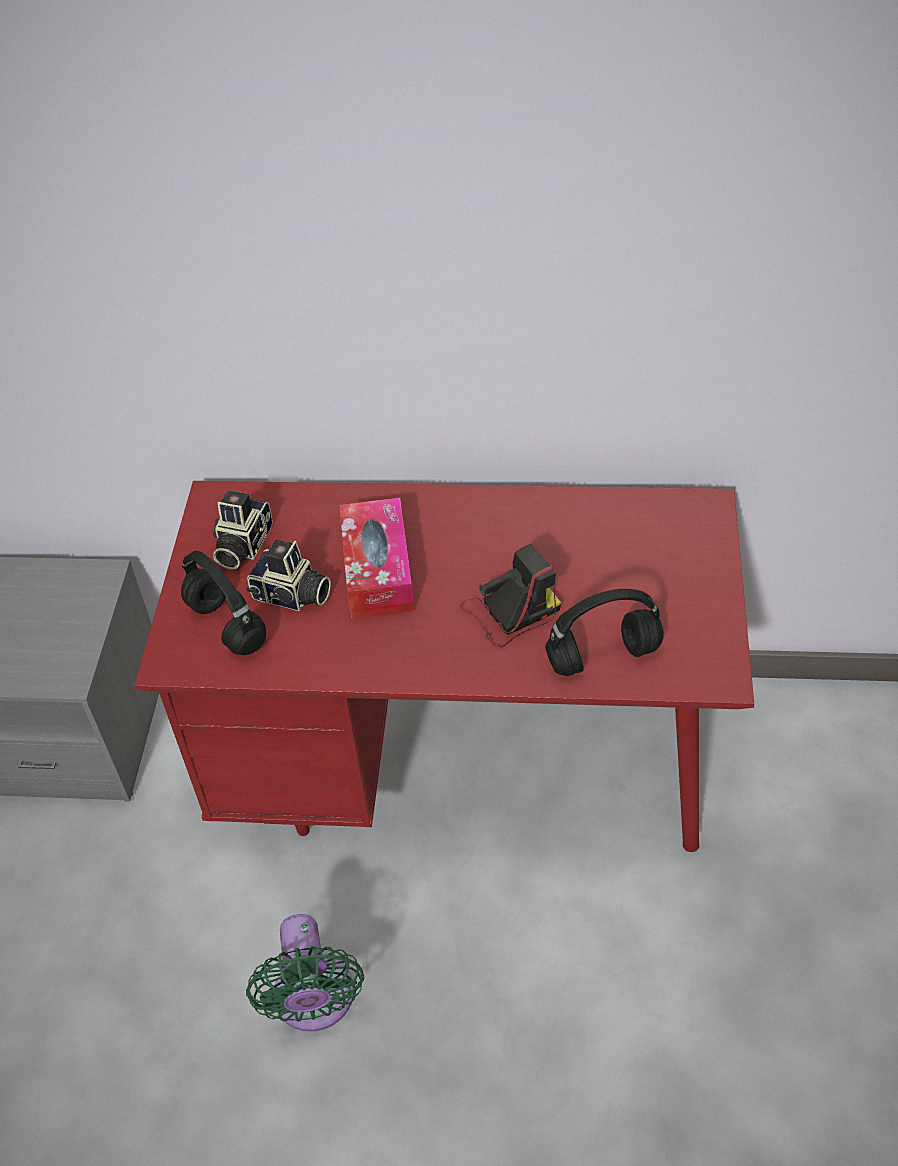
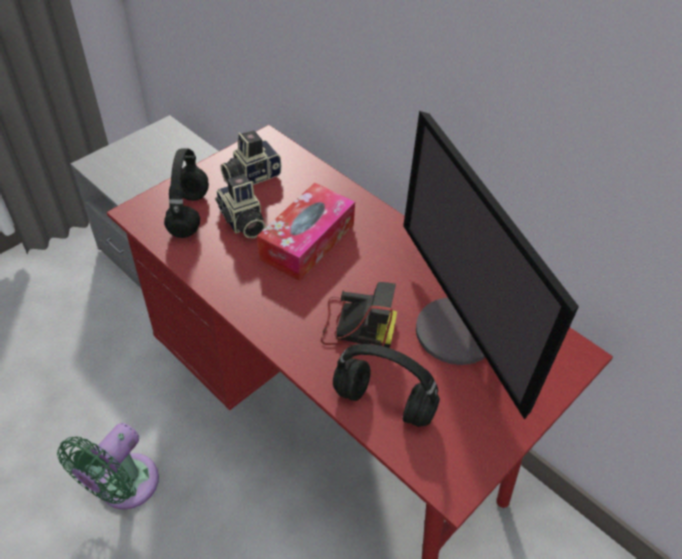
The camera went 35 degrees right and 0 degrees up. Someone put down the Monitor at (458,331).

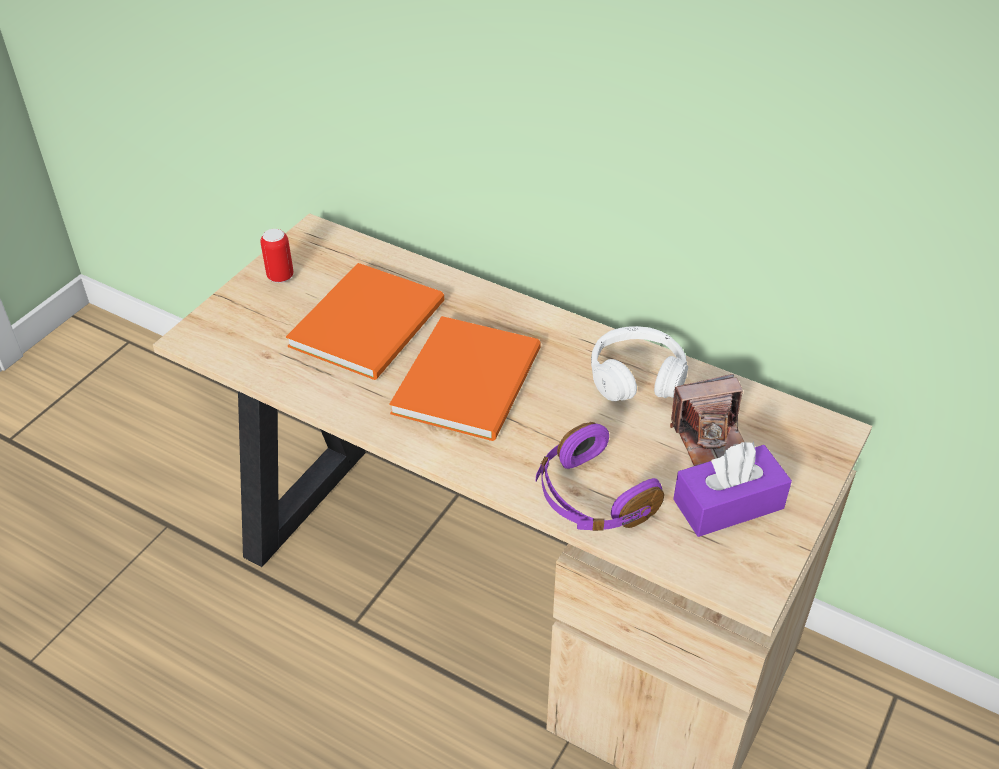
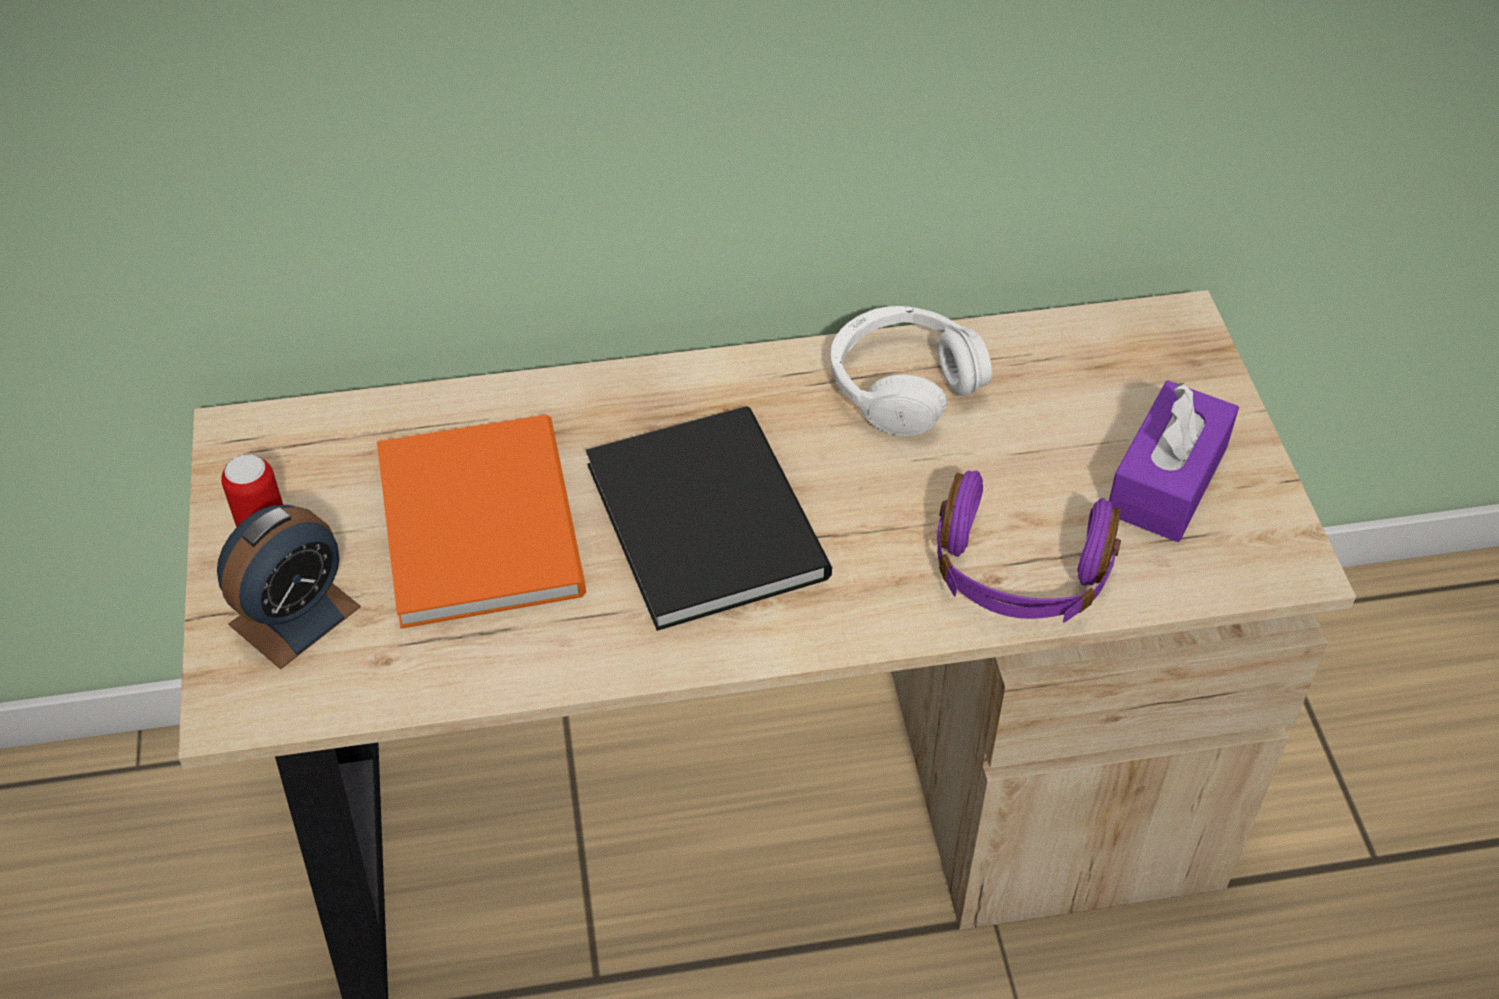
The camera went 40 degrees left and 5 degrees up. Someone repainted the OrangeBook at (472,379), which became the BlackBook at (709,513). Someone took away the PhotoCamera at (710,437). Someone put down the AlarmClock at (295,615).

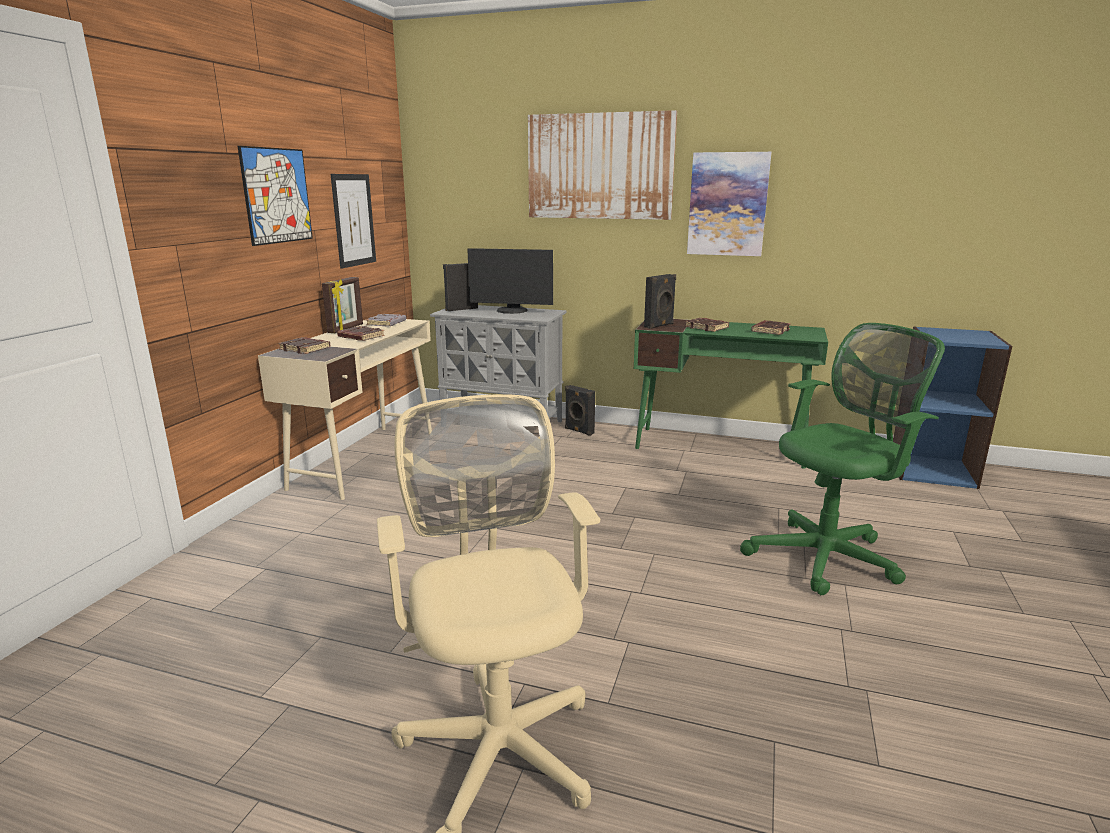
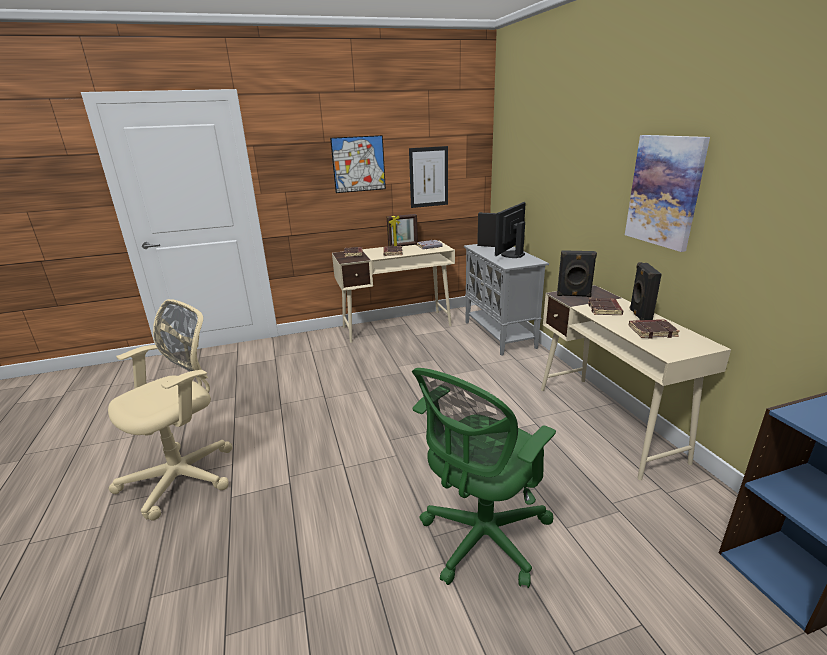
The camera went 55 degrees right and 5 degrees up. Someone rotated the Monitor at (511,311) by 60 degrees clockwise. Someone took away the Picture at (599,166). Someone carried the BlackSpeaker from (578,431) to (639,316). Someone repainted the GreenDesk at (720,447), which became the BeigeDesk at (607,422). Someone rotated the GreenOfficeChair at (828,556) by 105 degrees clockwise.

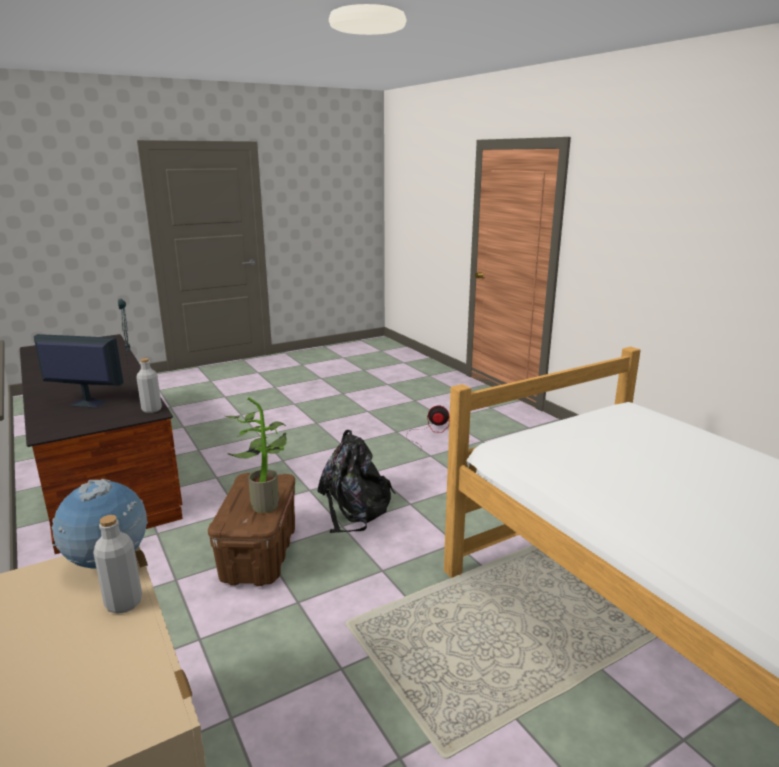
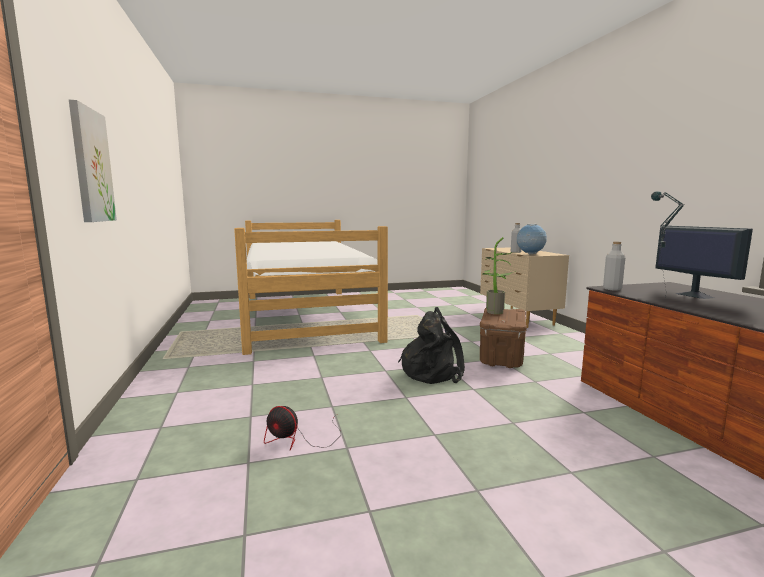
The camera went 165 degrees left and 10 degrees down. Someone rotated the Monitor at (87,403) by 135 degrees counterclockwise. Someone put up the Picture at (91,166).

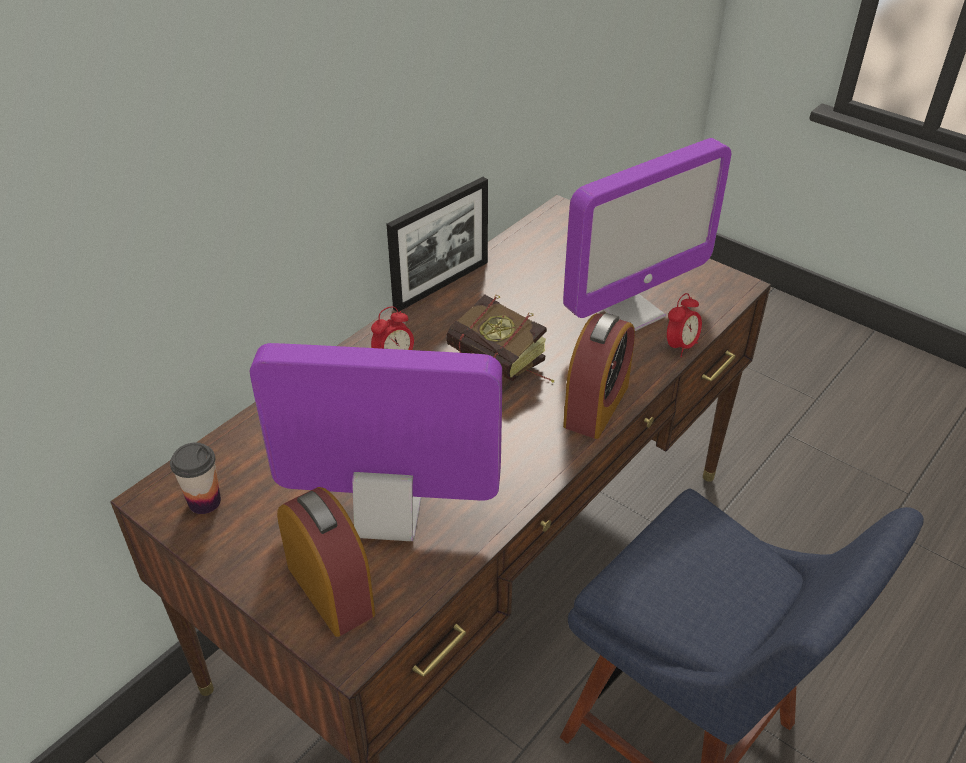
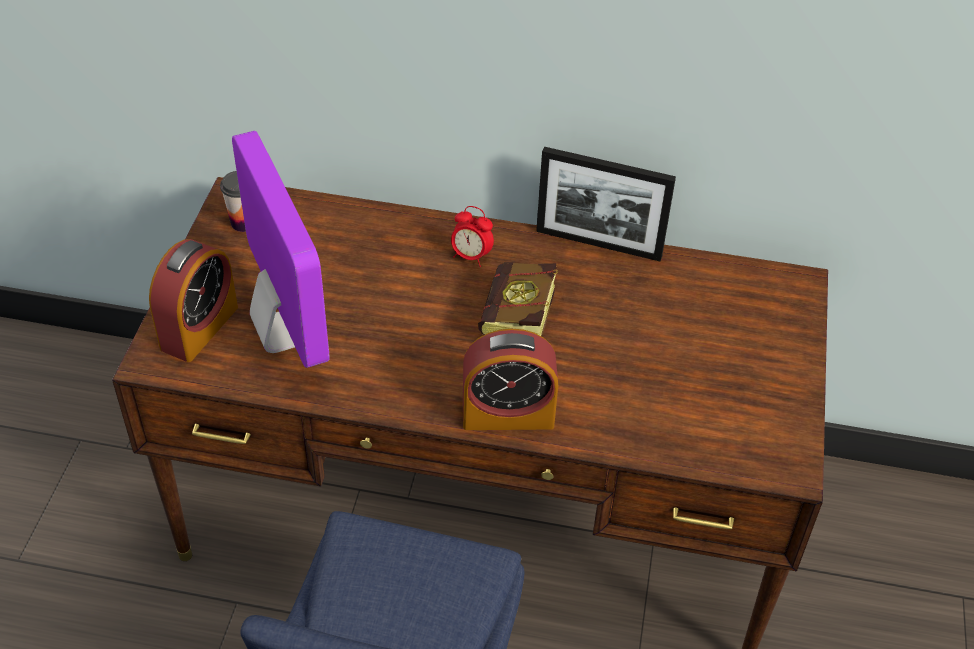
The camera went 60 degrees right and 5 degrees up. Someone took away the Monitor at (631,312). Someone took away the AlarmClock at (680,346).

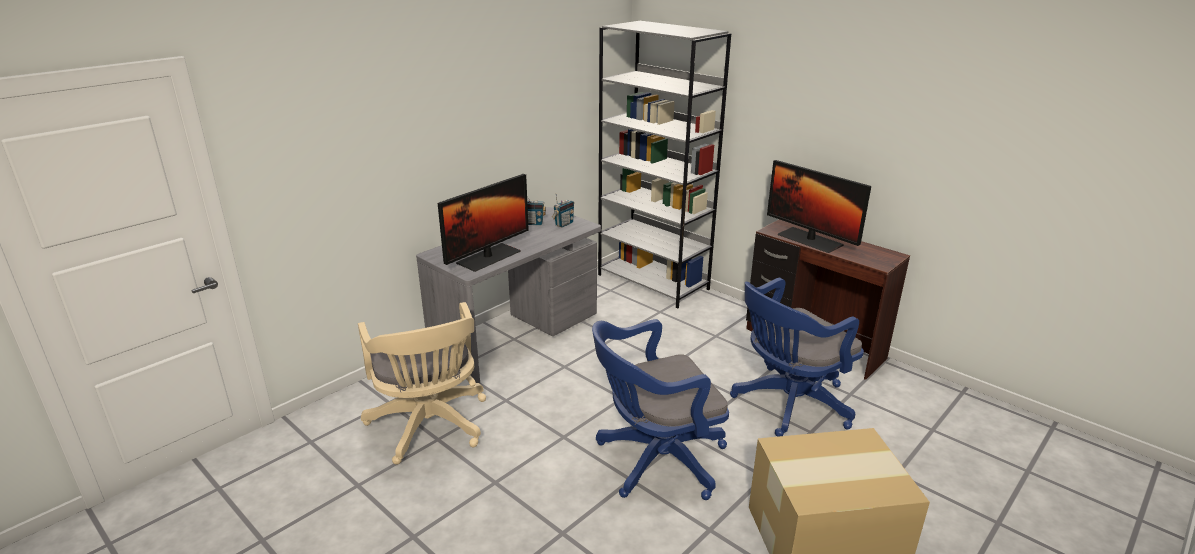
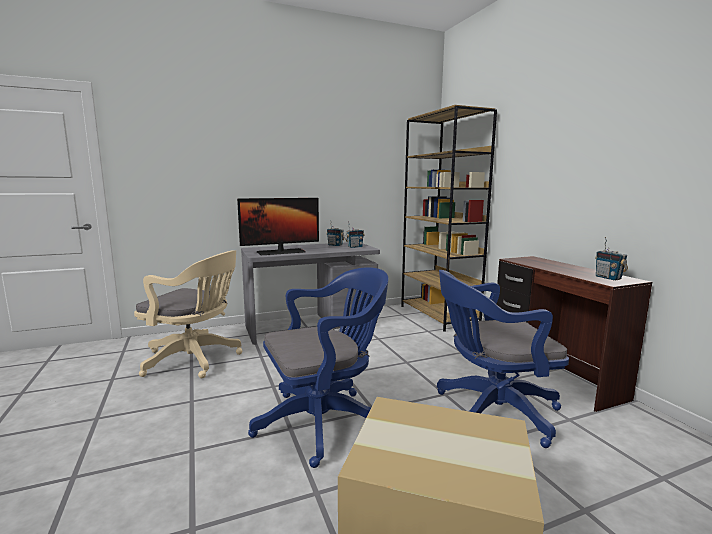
The camera went 25 degrees right and 15 degrees down. Someone rotated the BeigeOfficeChair at (430,428) by 75 degrees counterclockwise. Someone rotated the BlueOfficeChair at (655,461) by 150 degrees clockwise. Someone repainted the GreyBookcase at (653,282), which became the BrownBookcase at (439,315). Someone took away the Monitor at (809,240). Someone put down the Radio at (608,278).

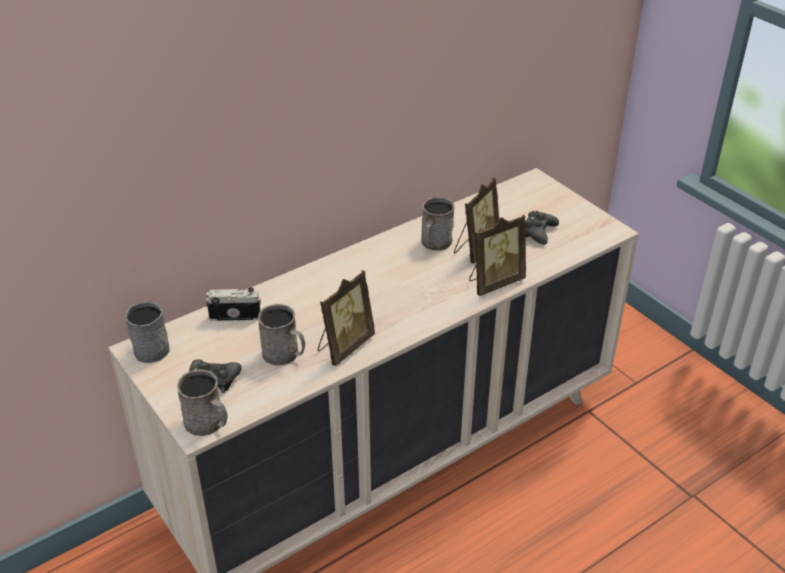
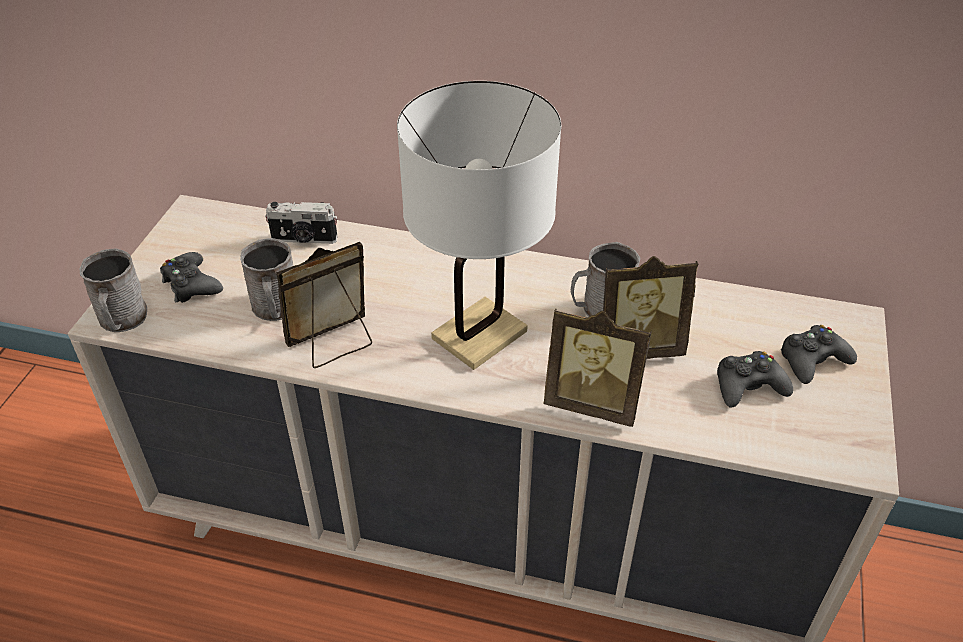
The camera went 50 degrees right and 5 degrees up. Someone took away the GreyMug at (150,347). Someone rotated the PhotoCamera at (235,315) by 135 degrees clockwise. Someone rotated the PictureFrame at (344,346) by 150 degrees clockwise. Someone put down the WhiteTableLamp at (479,334). Someone put down the BlackGameController at (812,360).

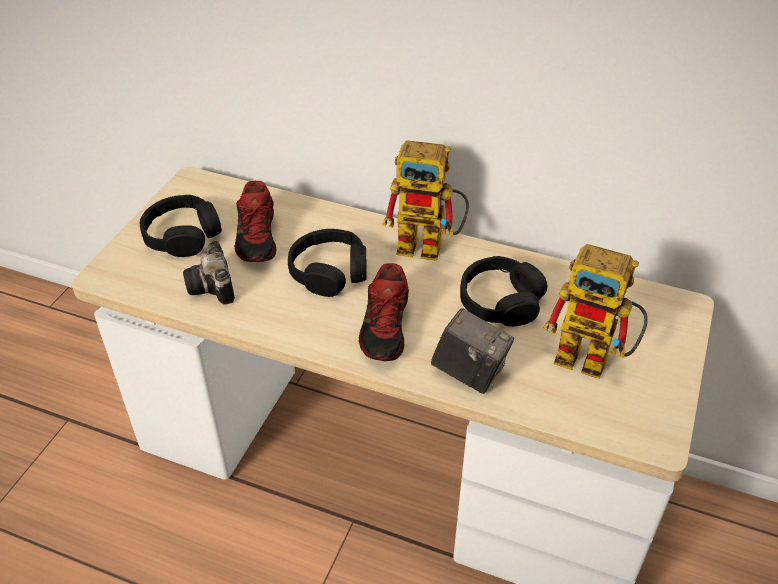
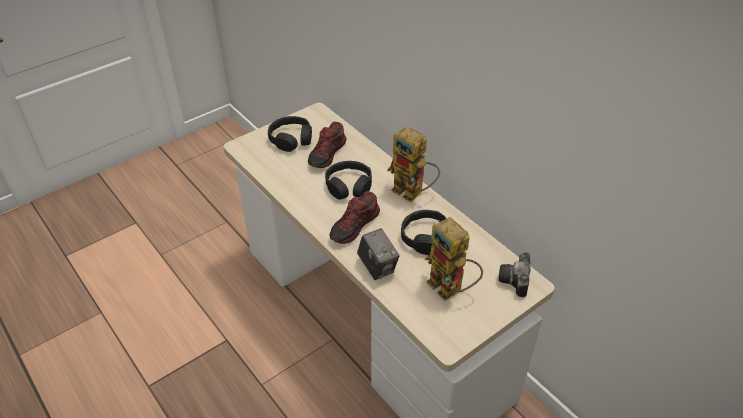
The camera went 30 degrees right and 0 degrees up. Someone carried the PhotoCamera from (214,287) to (515,281).

